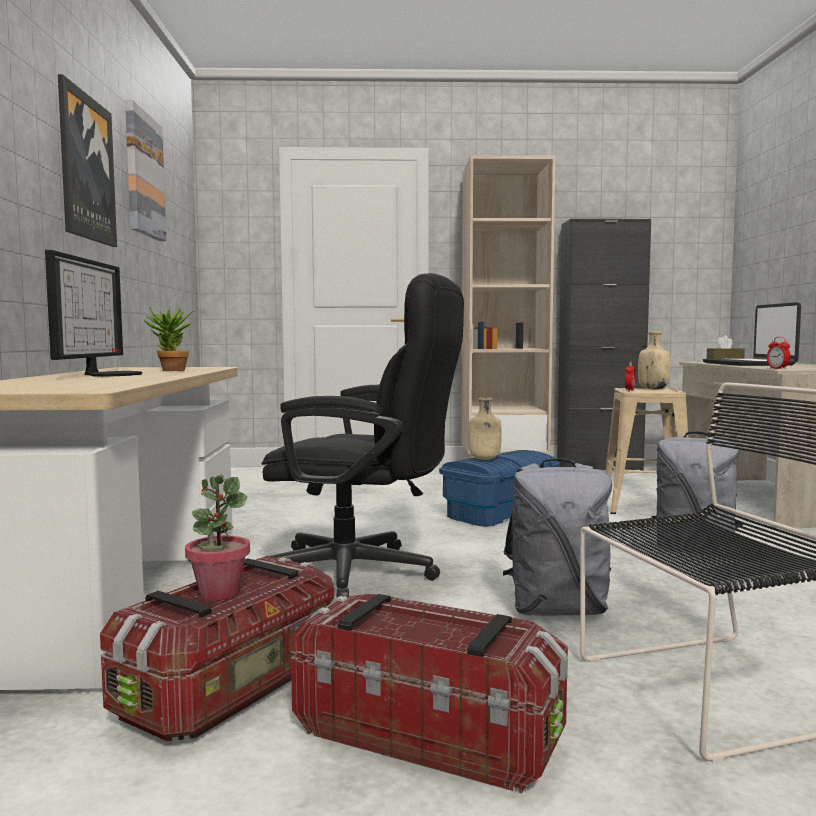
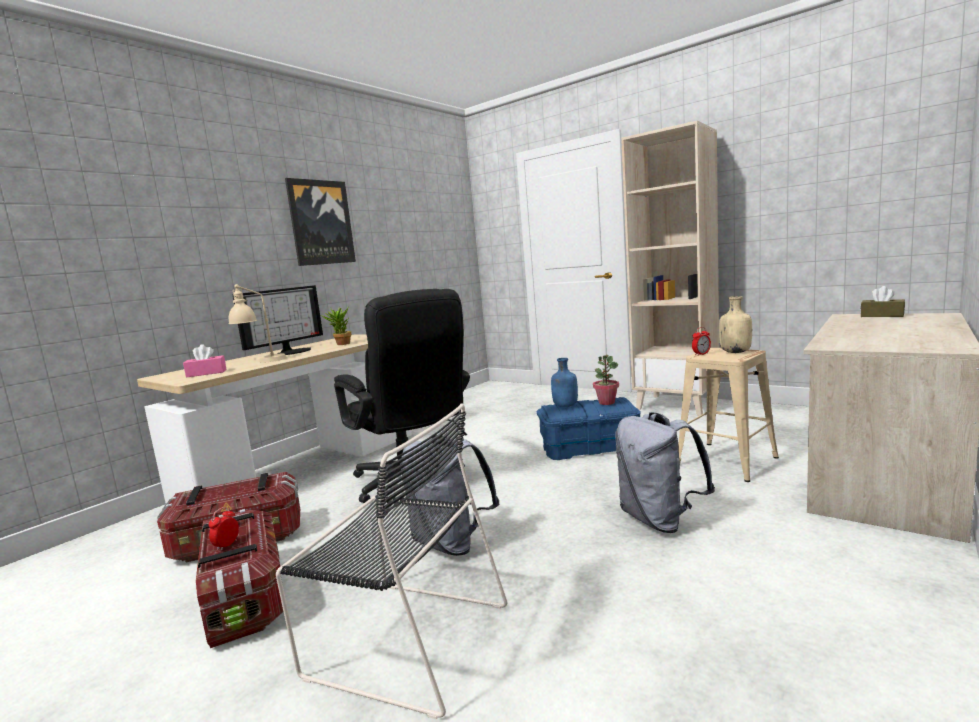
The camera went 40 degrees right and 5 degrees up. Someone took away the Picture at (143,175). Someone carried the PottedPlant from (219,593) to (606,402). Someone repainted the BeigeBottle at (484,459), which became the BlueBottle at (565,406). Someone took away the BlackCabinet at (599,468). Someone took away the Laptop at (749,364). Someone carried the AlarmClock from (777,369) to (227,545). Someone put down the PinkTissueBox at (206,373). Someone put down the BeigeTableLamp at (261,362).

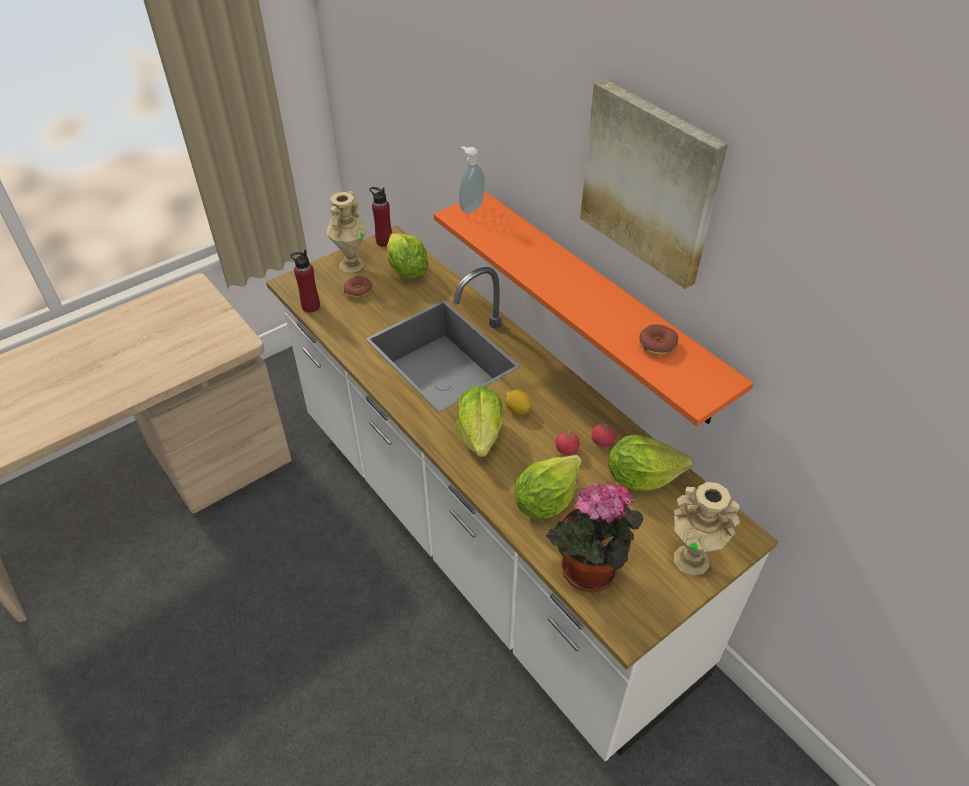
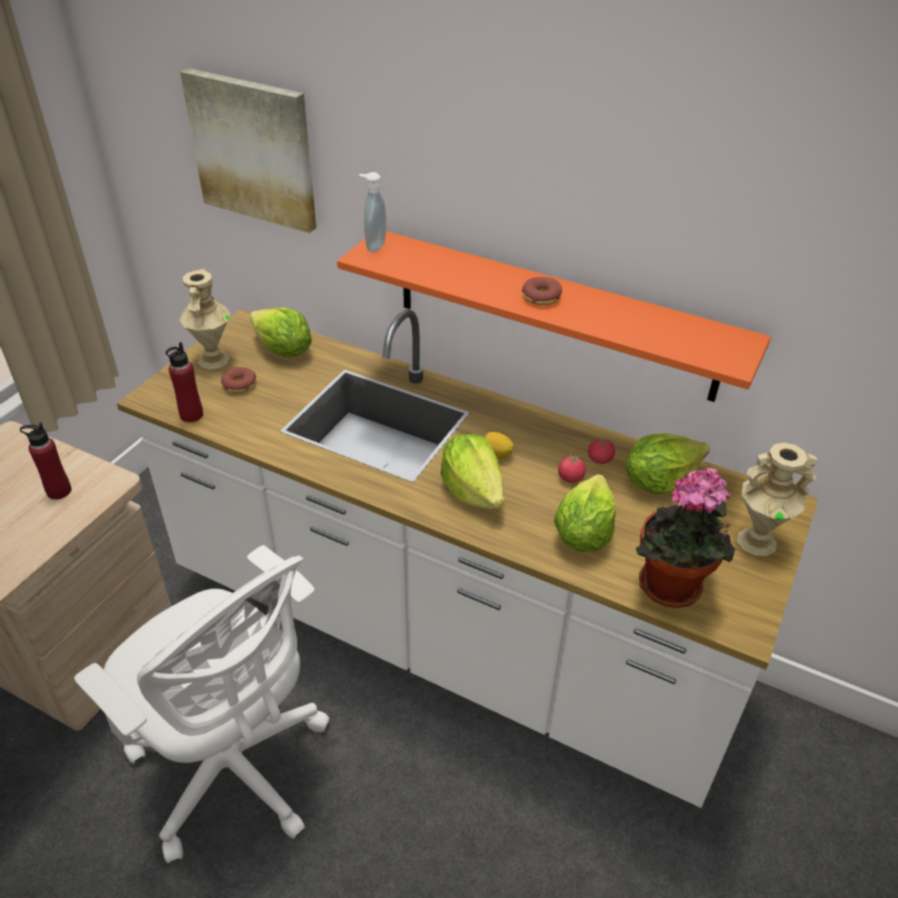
The camera went 25 degrees left and 5 degrees down. Someone carried the RedBottle from (384,241) to (59,491). Someone carried the Picture from (650,183) to (254,150). Someone carried the Donut from (657,345) to (541,297). Someone put down the WhiteOfficeChair at (234,769).

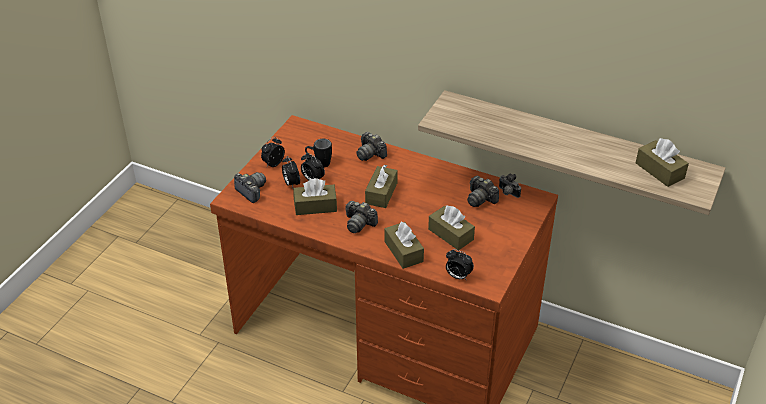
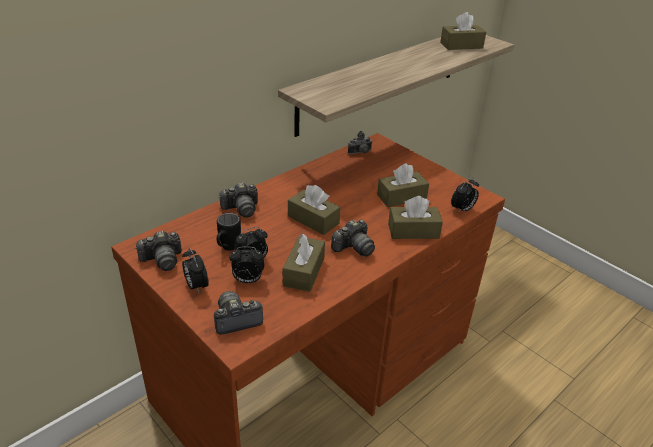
The camera went 70 degrees left and 5 degrees down. Someone carried the PhotoCamera from (480,199) to (162,260).

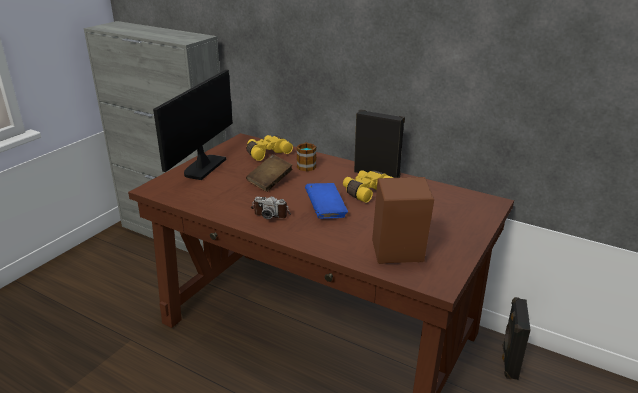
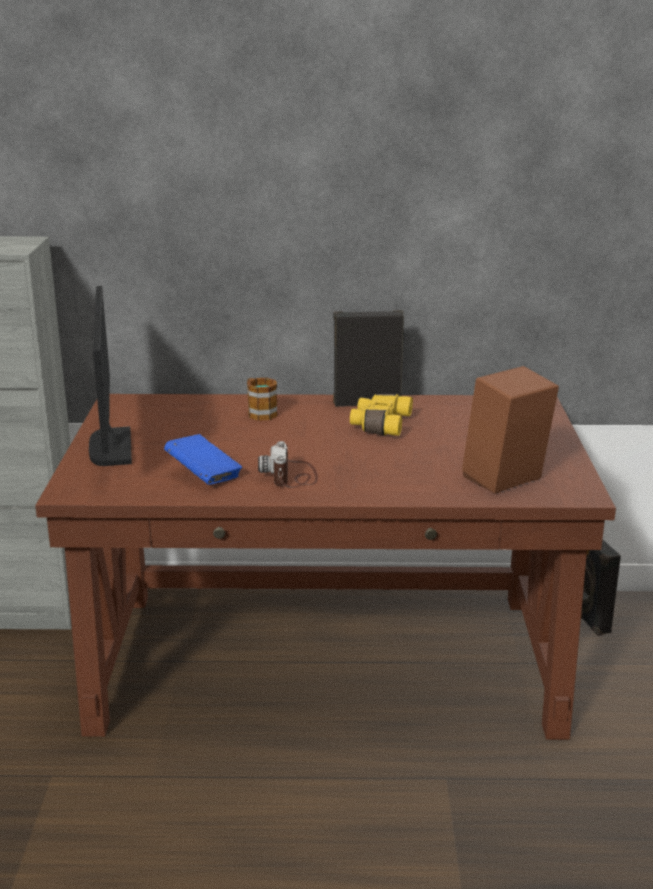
The camera went 30 degrees left and 5 degrees down. Someone took away the YellowBinoculars at (266,153). Someone took away the BrownBook at (270,182). Someone rotated the PhotoCamera at (271,212) by 105 degrees clockwise. Someone carried the BlueBook from (326,210) to (204,476).

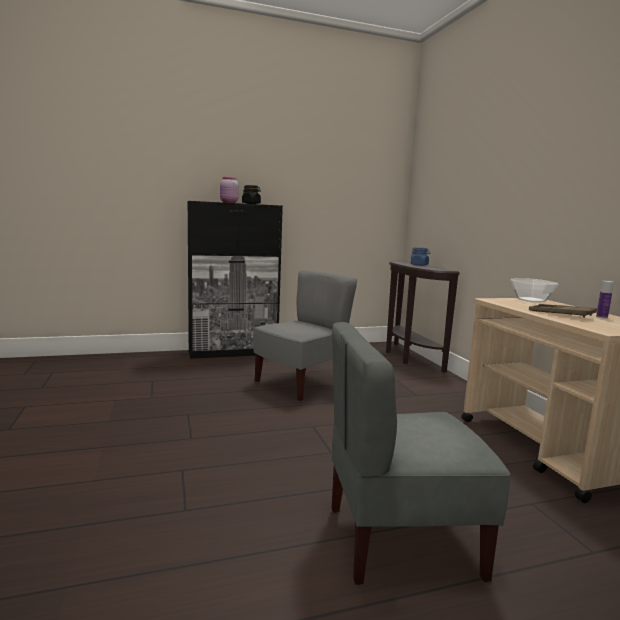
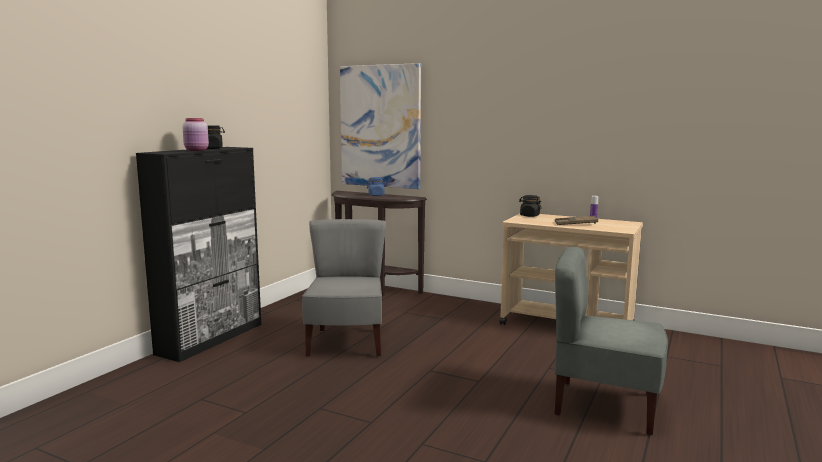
The camera went 45 degrees left and 0 degrees up. Someone rotated the GreyChair at (400,540) by 75 degrees clockwise. Someone swapped the Bowl at (532,300) for the BlackJar at (529,215). Someone put up the Picture at (380,126).

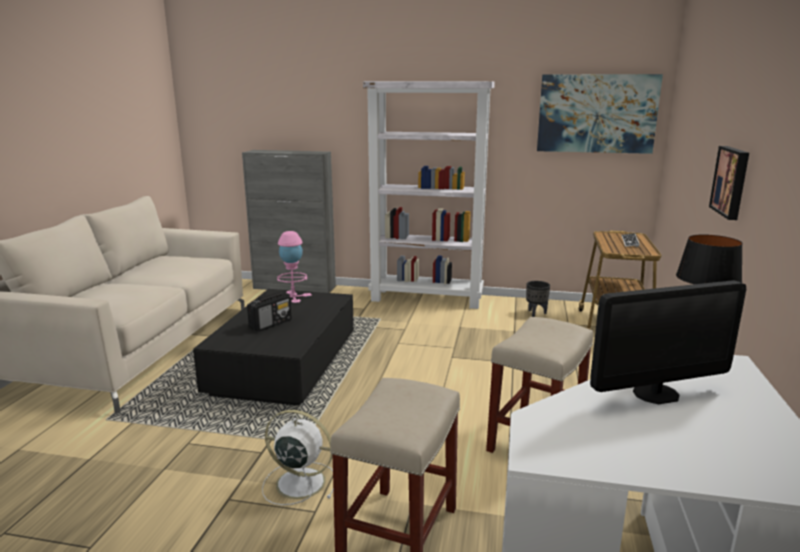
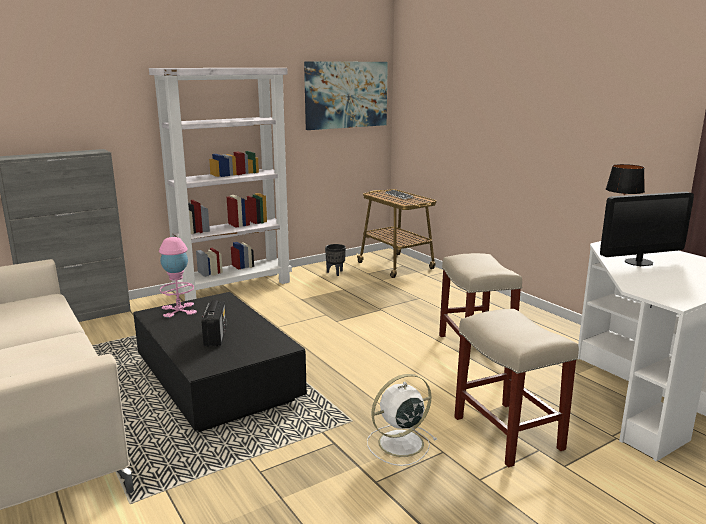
The camera went 45 degrees left and 0 degrees up. Someone rotated the Monitor at (655,393) by 45 degrees clockwise. Someone took away the Picture at (732,181).

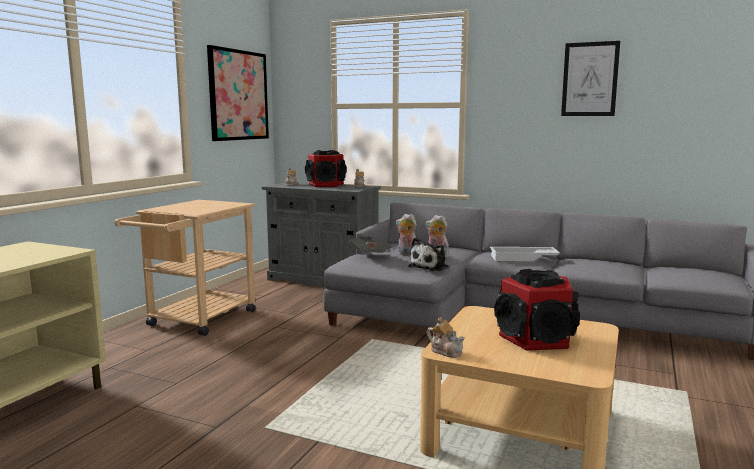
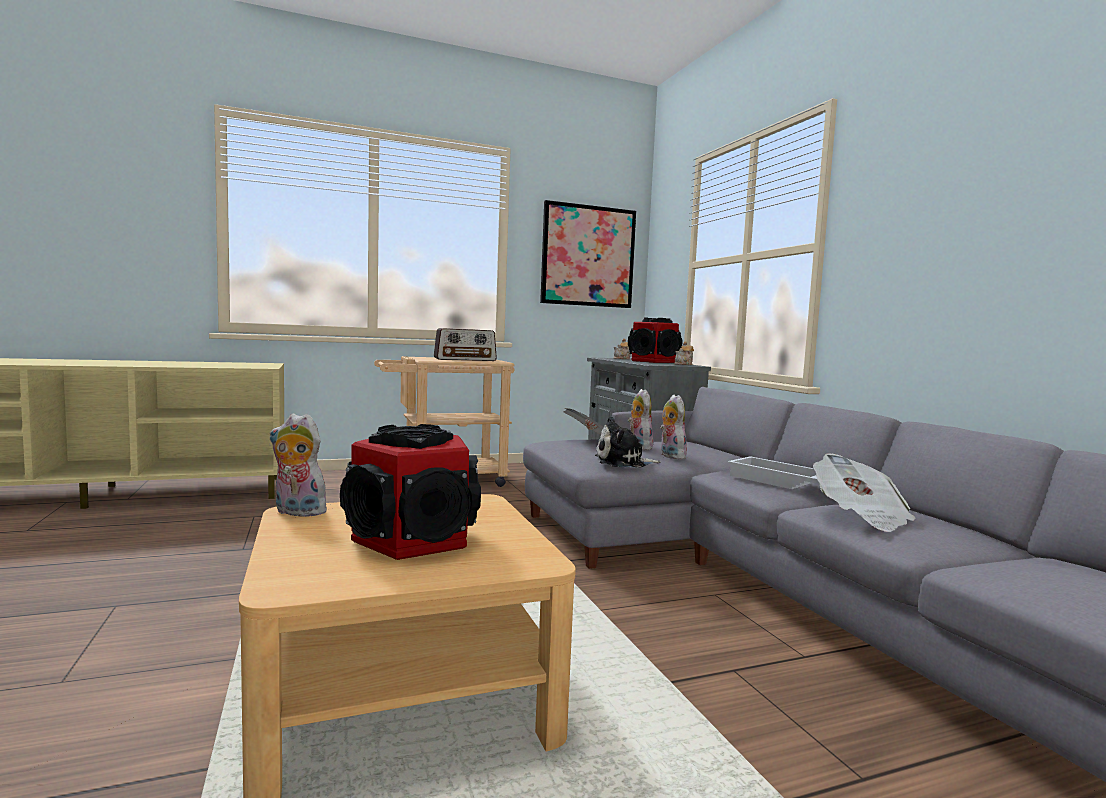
The camera went 45 degrees right and 5 degrees down. Someone swapped the Teapot at (446,351) for the PlushToy at (297,512). Someone took away the Picture at (590,79). Someone put down the Radio at (465,359). Someone put down the Newspaper at (860,516).

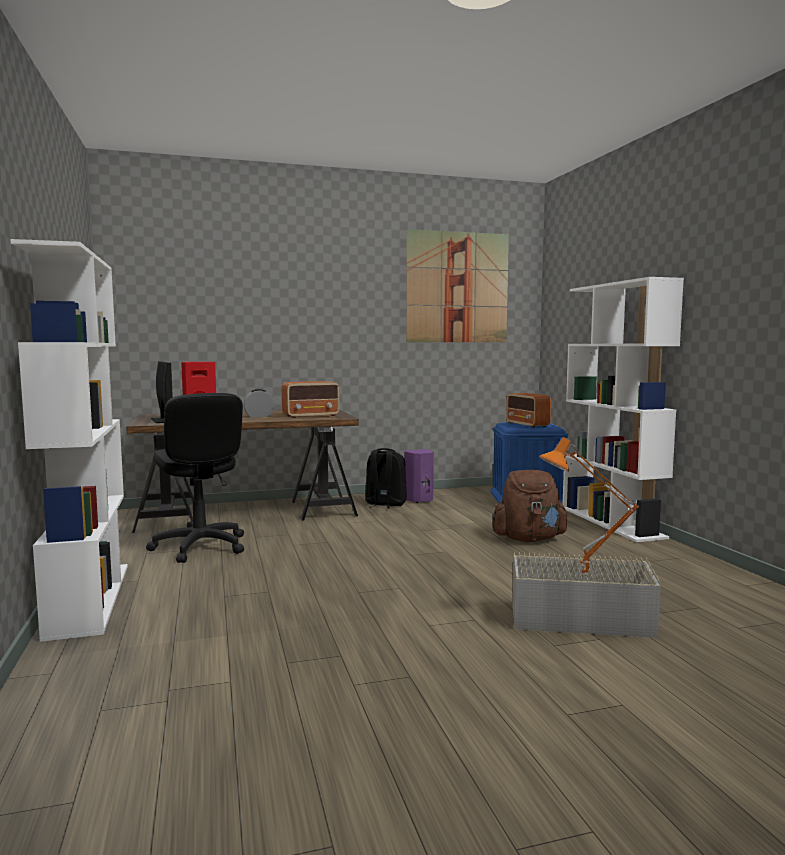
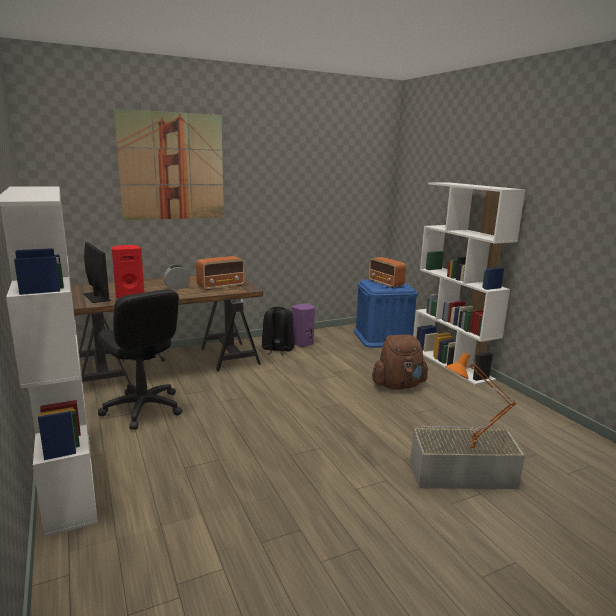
The camera went 10 degrees left and 10 degrees up. Someone carried the Picture from (457,287) to (172,166).

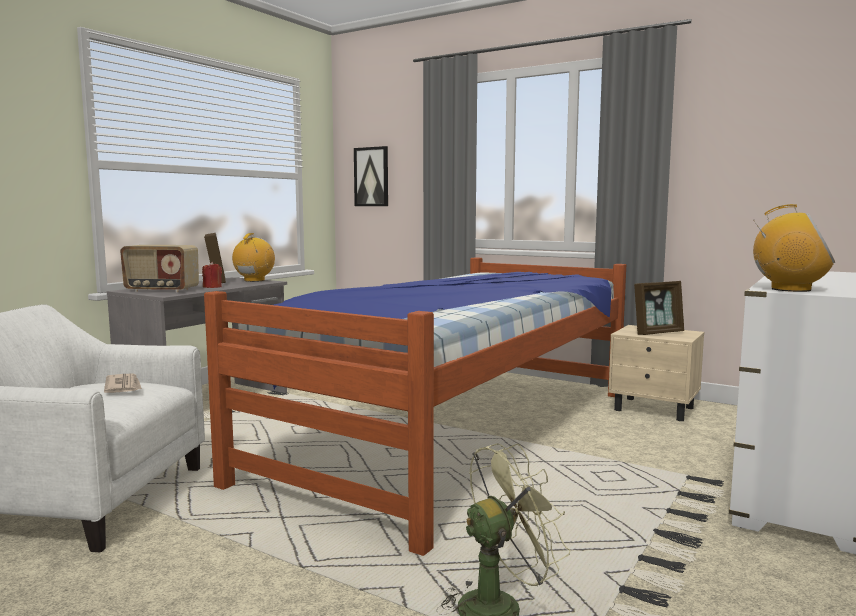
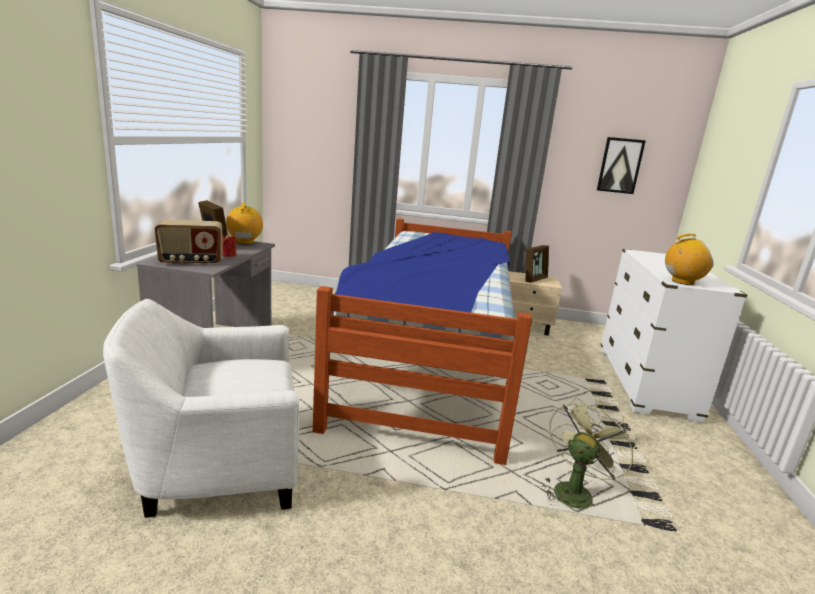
The camera went 25 degrees left and 10 degrees up. Someone took away the Newspaper at (123,386). Someone carried the Picture from (371,177) to (620,165).

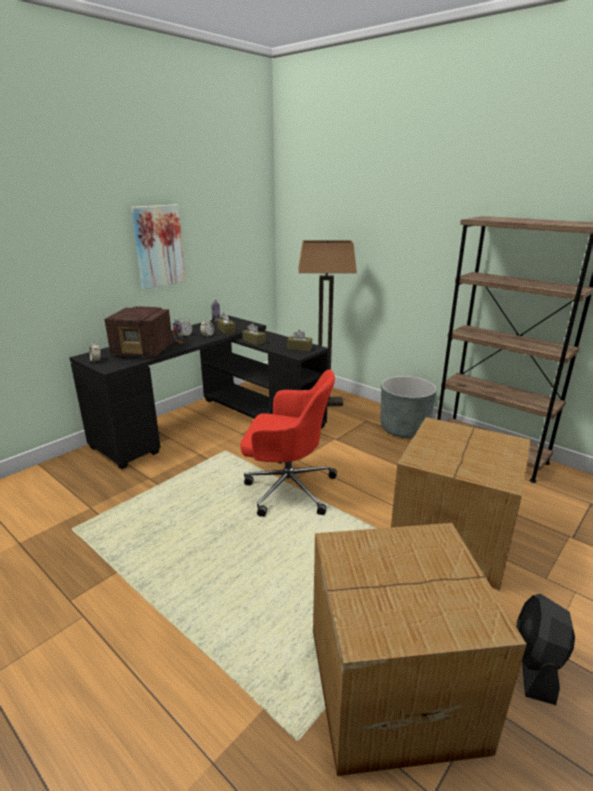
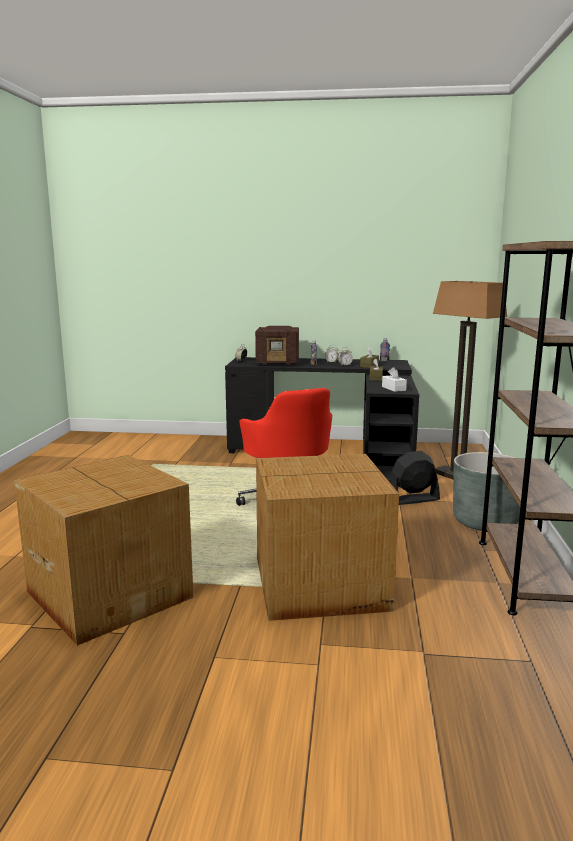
The camera went 55 degrees right and 10 degrees down. Someone rotated the Radio at (143,351) by 60 degrees counterclockwise. Someone took away the Picture at (158,246). Someone repainted the BrownTissueBox at (299,348), which became the WhiteTissueBox at (393,388). Someone carried the BlackFan from (535,665) to (413,499).

